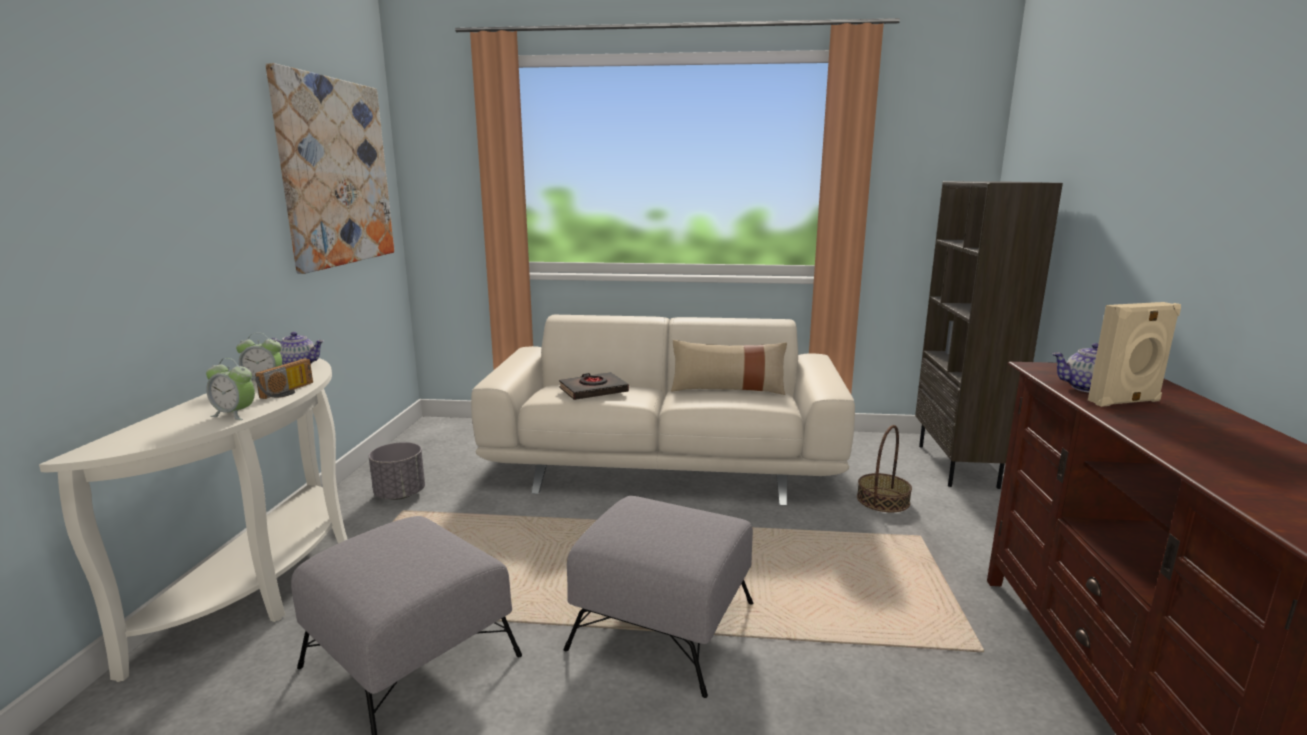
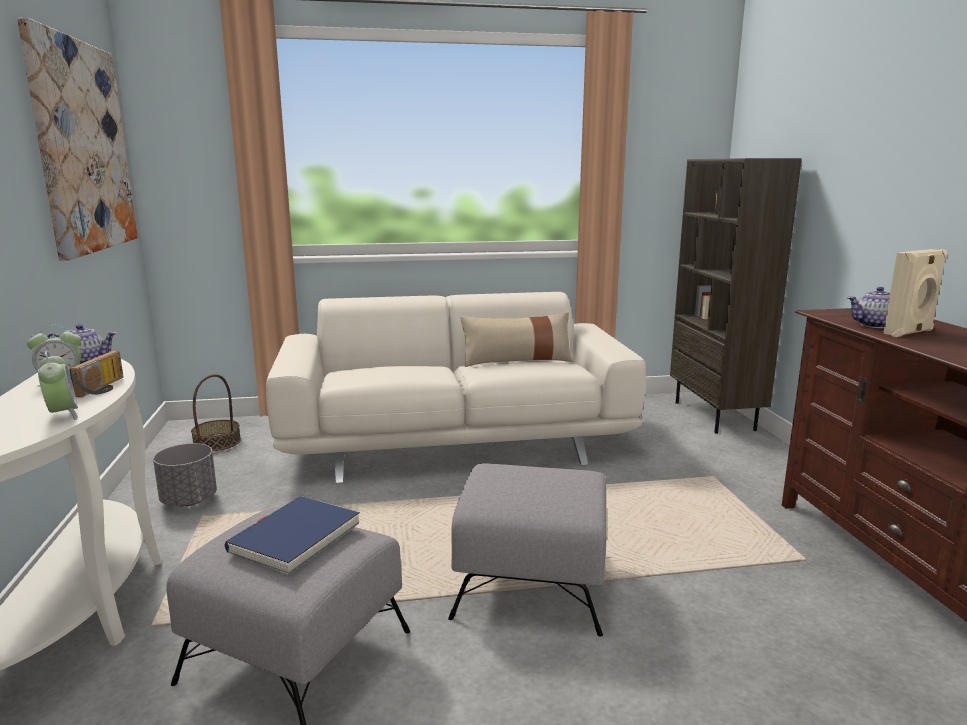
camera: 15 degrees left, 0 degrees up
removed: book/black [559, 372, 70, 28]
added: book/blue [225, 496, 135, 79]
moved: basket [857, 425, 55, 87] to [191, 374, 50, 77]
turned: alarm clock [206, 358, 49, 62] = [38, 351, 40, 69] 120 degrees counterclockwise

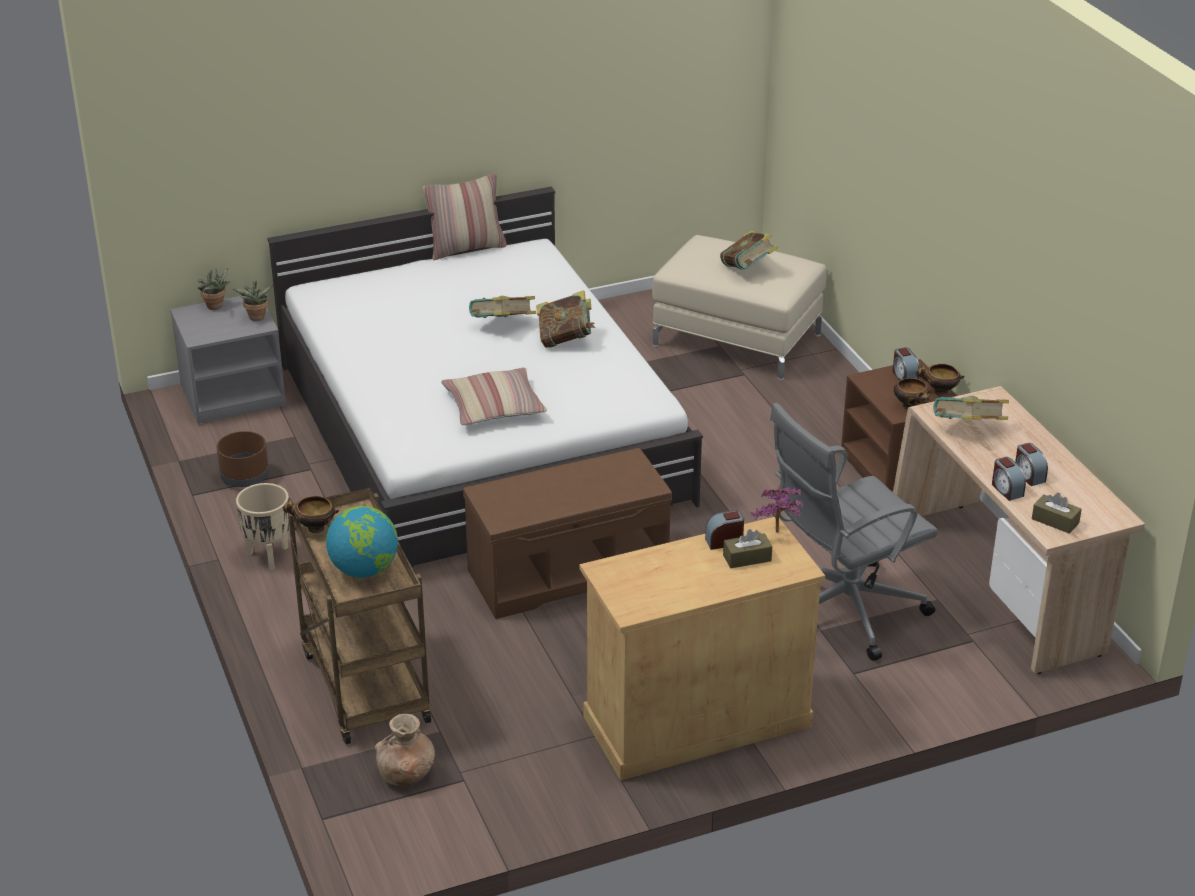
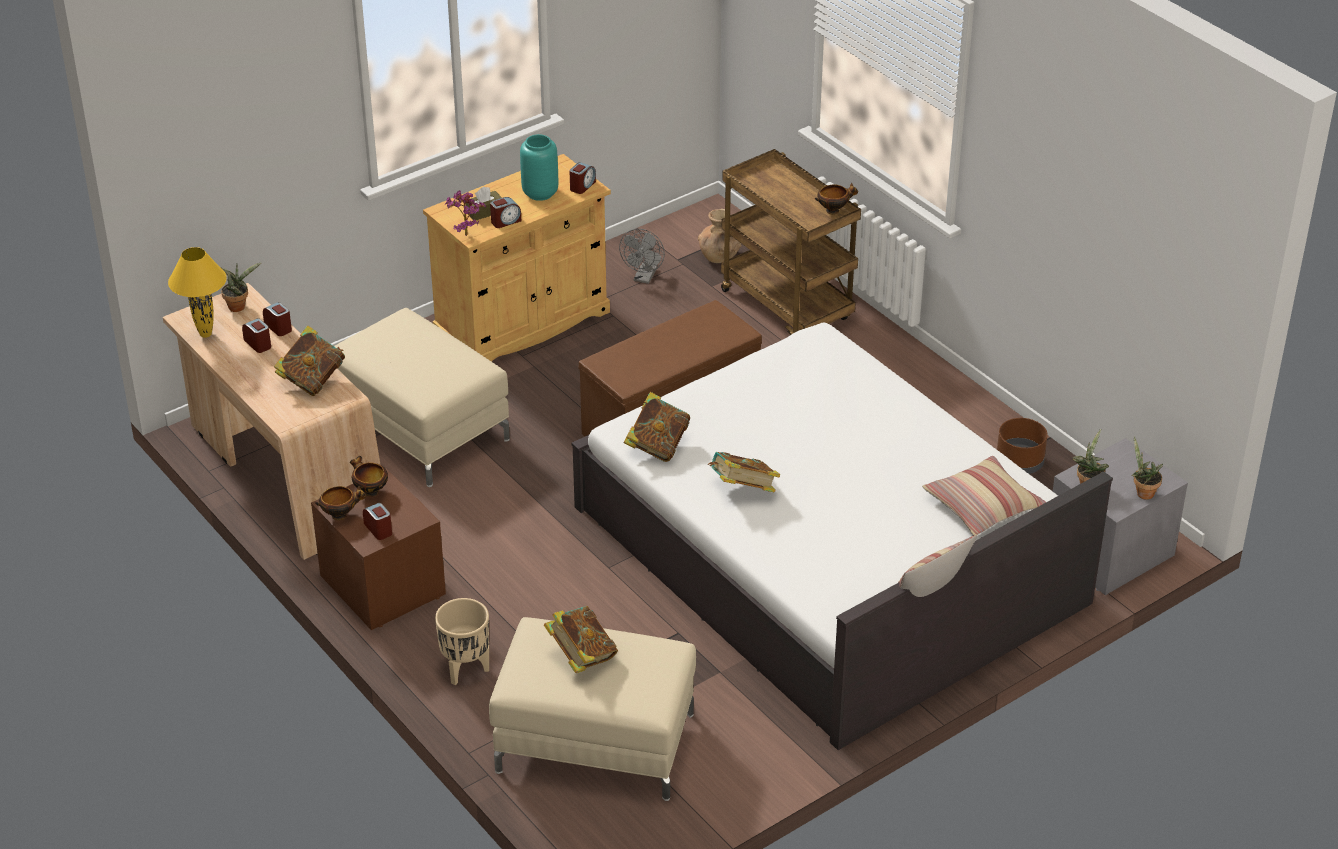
camera: 165 degrees right, 5 degrees up
removed: globe [326, 506, 72, 72]
added: table lamp/yellow [168, 247, 59, 91]; vase/turquoise [520, 134, 38, 67]; alarm clock [569, 162, 27, 32]; fan/grey [619, 229, 46, 55]
moved: planter/beige [236, 483, 54, 87] to [435, 598, 54, 87]; book [469, 296, 67, 22] to [623, 392, 67, 70]; pillow [441, 367, 106, 58] to [922, 456, 124, 79]
replaced: tissue box/brown [1032, 493, 50, 41] to potted plant [220, 262, 42, 50]; office chair/grey [770, 403, 168, 258] to ottoman/beige [334, 308, 176, 179]

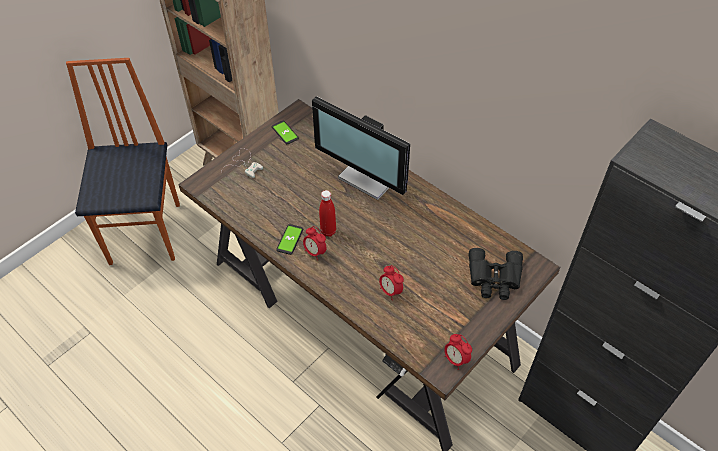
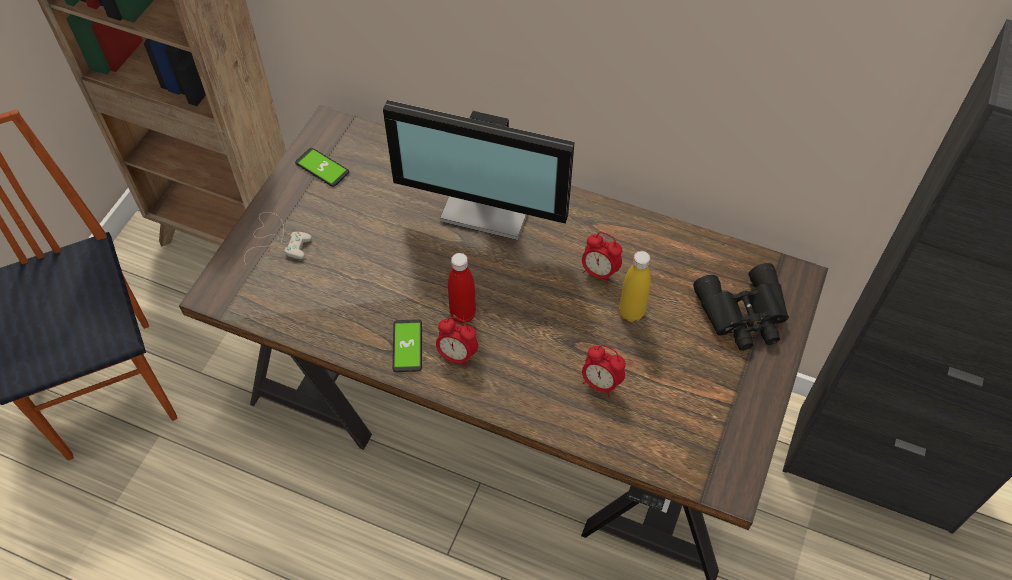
camera: 20 degrees left, 5 degrees up
added: bottle/yellow [619, 251, 32, 71]
moved: alarm clock [444, 334, 28, 36] to [582, 232, 40, 52]

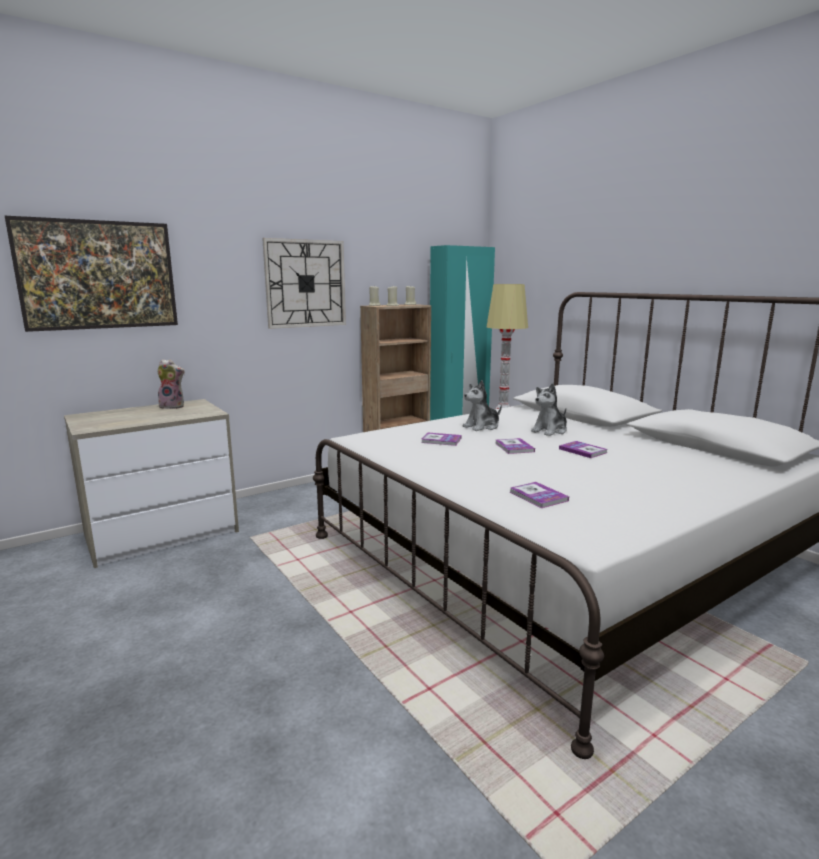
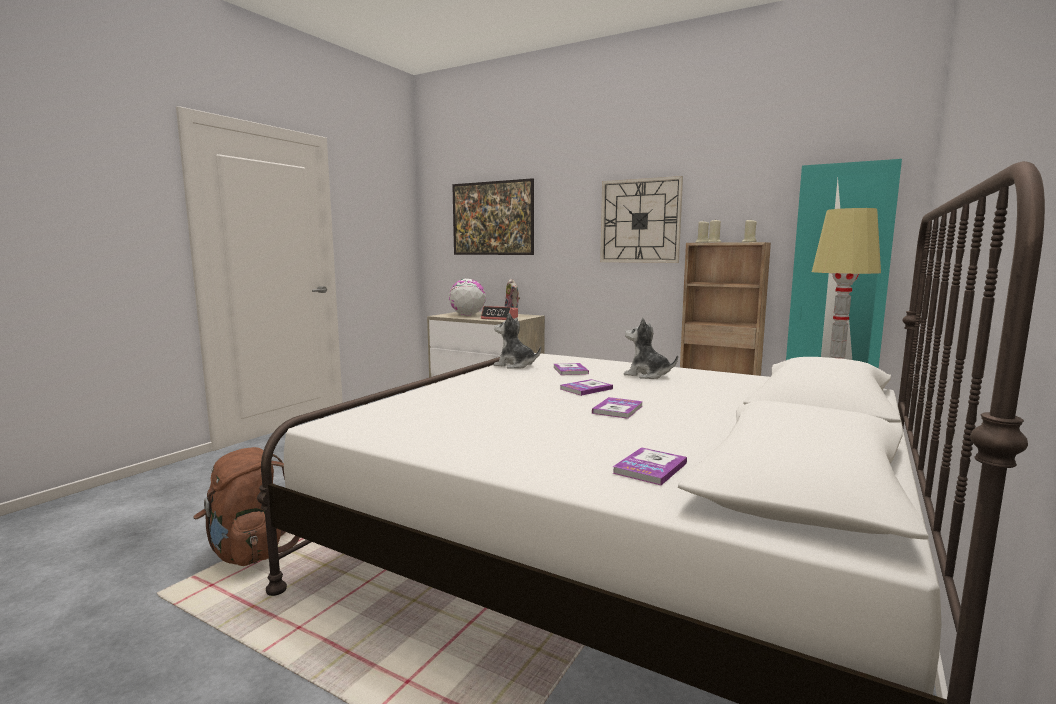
camera: 65 degrees right, 5 degrees down
added: backpack/brown [193, 447, 107, 119]; globe [449, 279, 37, 36]; alarm clock [481, 306, 37, 14]
moved: plush toy [531, 383, 36, 53] to [494, 313, 47, 56]; book [510, 482, 59, 26] to [613, 447, 74, 38]

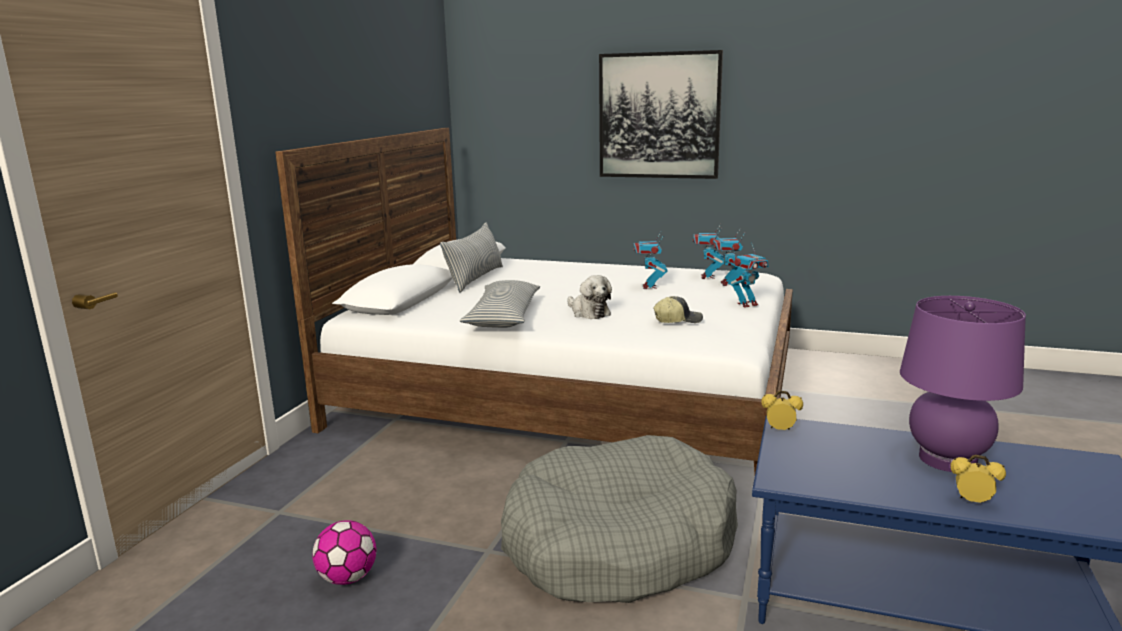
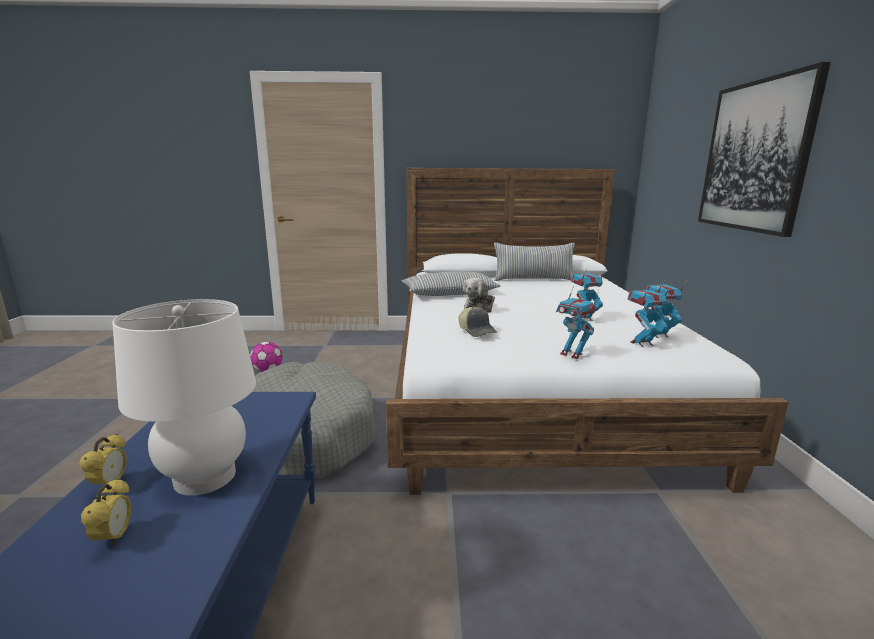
camera: 70 degrees right, 0 degrees up
moved: alarm clock [762, 391, 41, 39] to [81, 478, 50, 69]
recoloured: table lamp/purple [900, 296, 126, 176] to table lamp/white [112, 299, 144, 197]

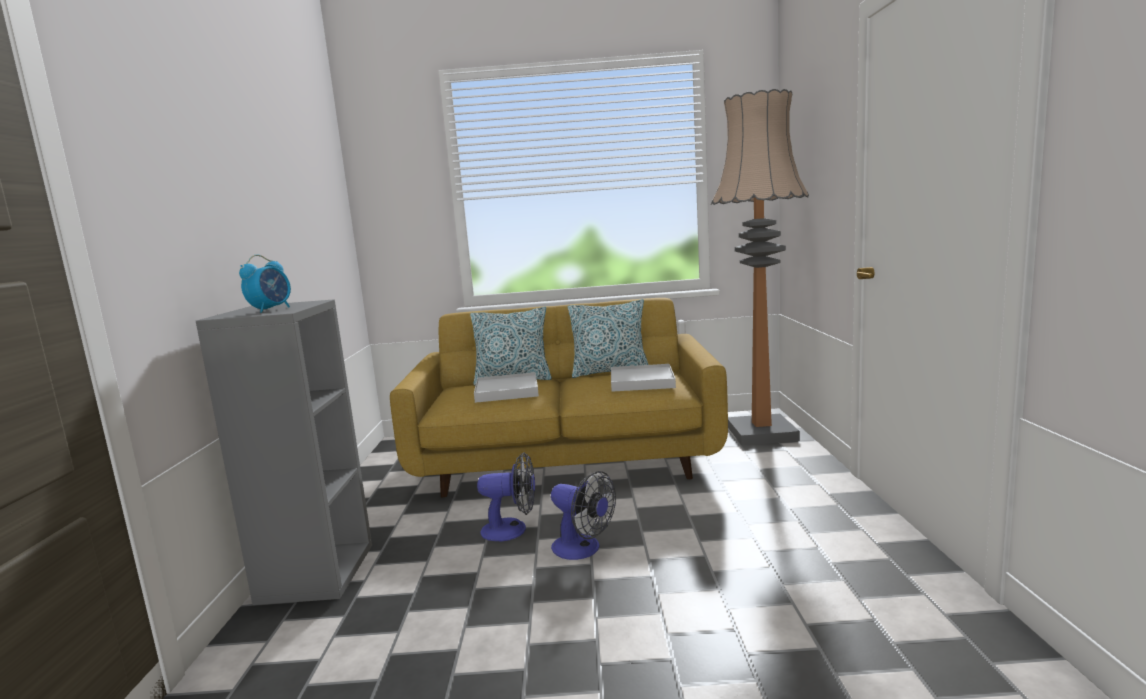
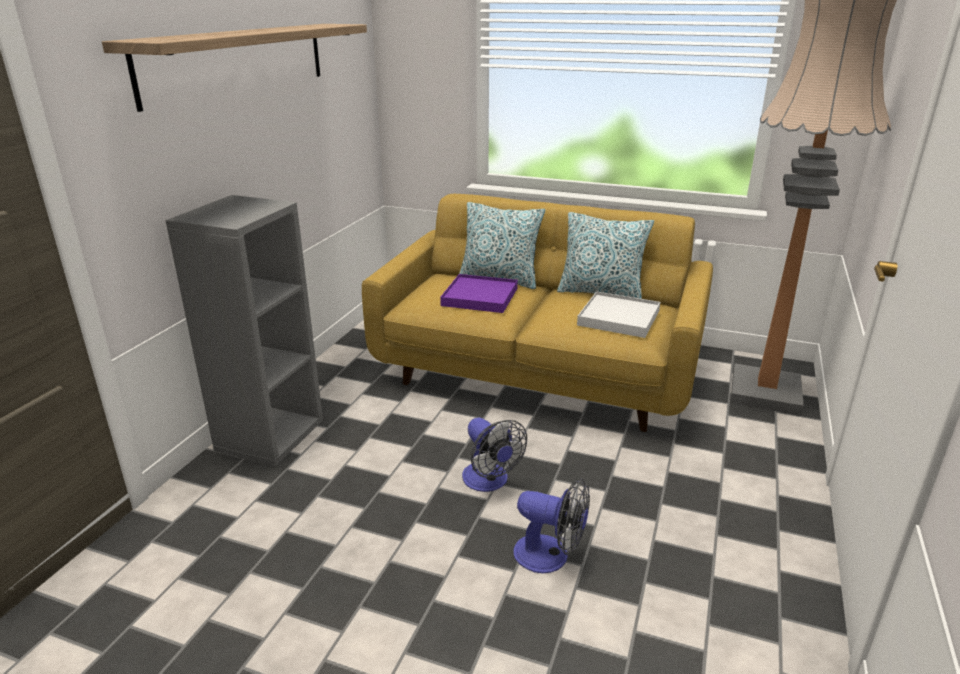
camera: 20 degrees right, 15 degrees up
removed: alarm clock [239, 255, 52, 58]
added: shelf [102, 24, 265, 88]
moved: fan [477, 452, 58, 89] to [513, 479, 77, 94]
recoloured: tray/white [474, 372, 65, 31] to tray/purple [440, 274, 78, 39]

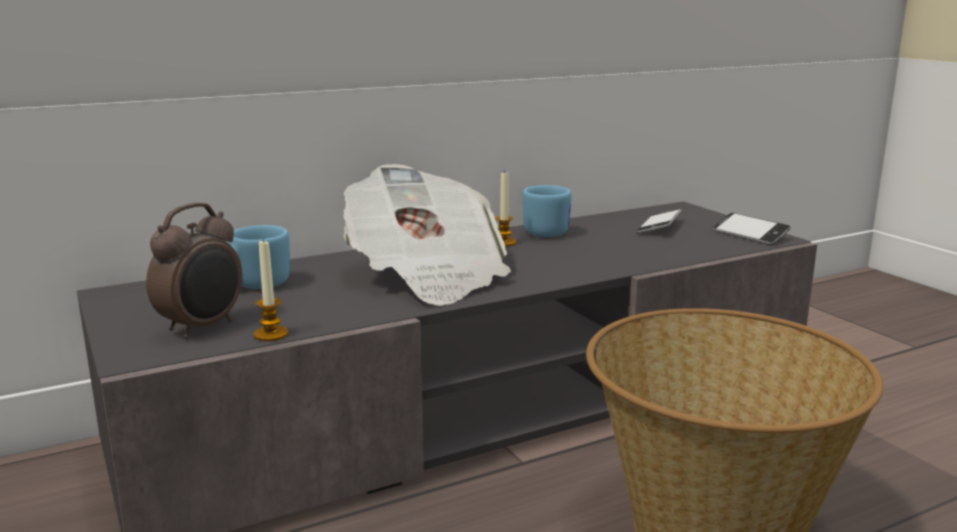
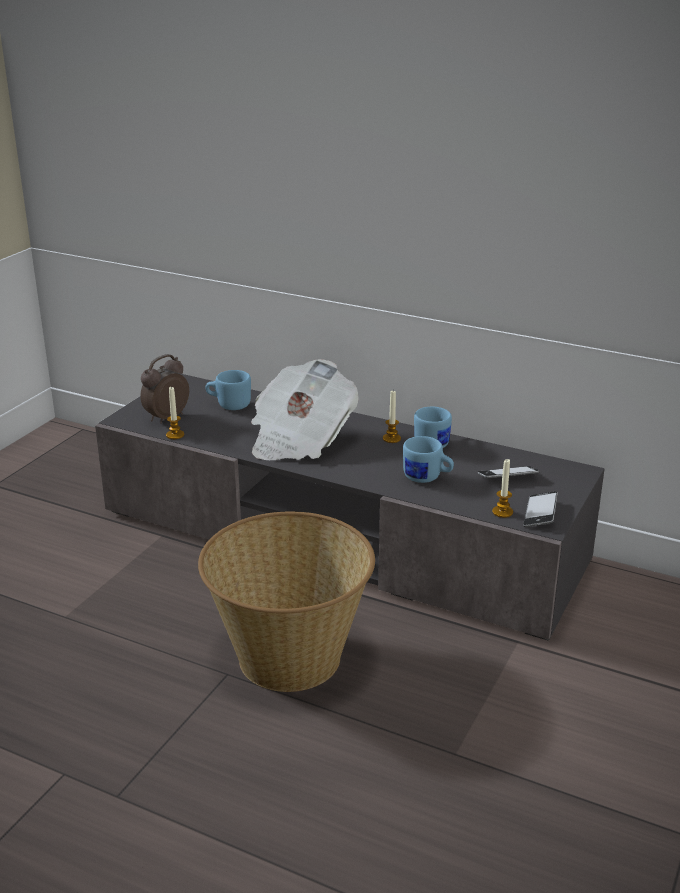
camera: 55 degrees right, 10 degrees up
added: mug/blue [403, 436, 51, 47]; candle [492, 459, 21, 59]
turned: alarm clock [146, 202, 96, 137] = [140, 354, 49, 70] 135 degrees clockwise

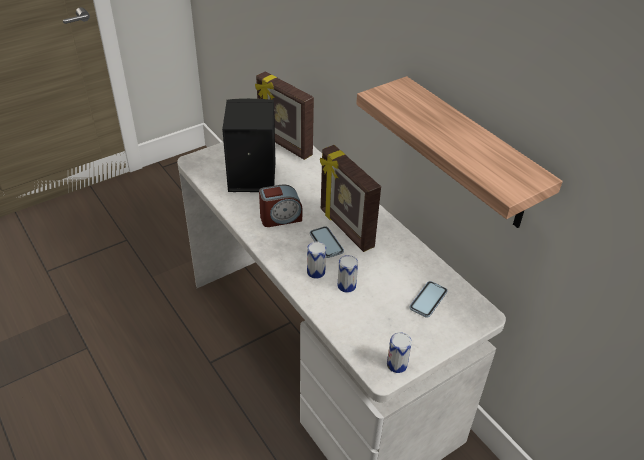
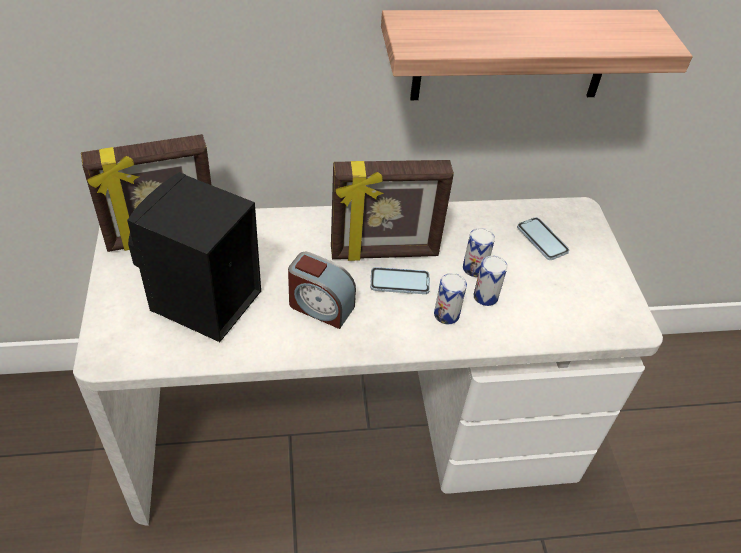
camera: 65 degrees left, 5 degrees up
moved: can [387, 332, 25, 41] to [463, 228, 32, 49]
turned: alarm clock [259, 184, 43, 43] = [288, 252, 68, 77] 105 degrees clockwise

